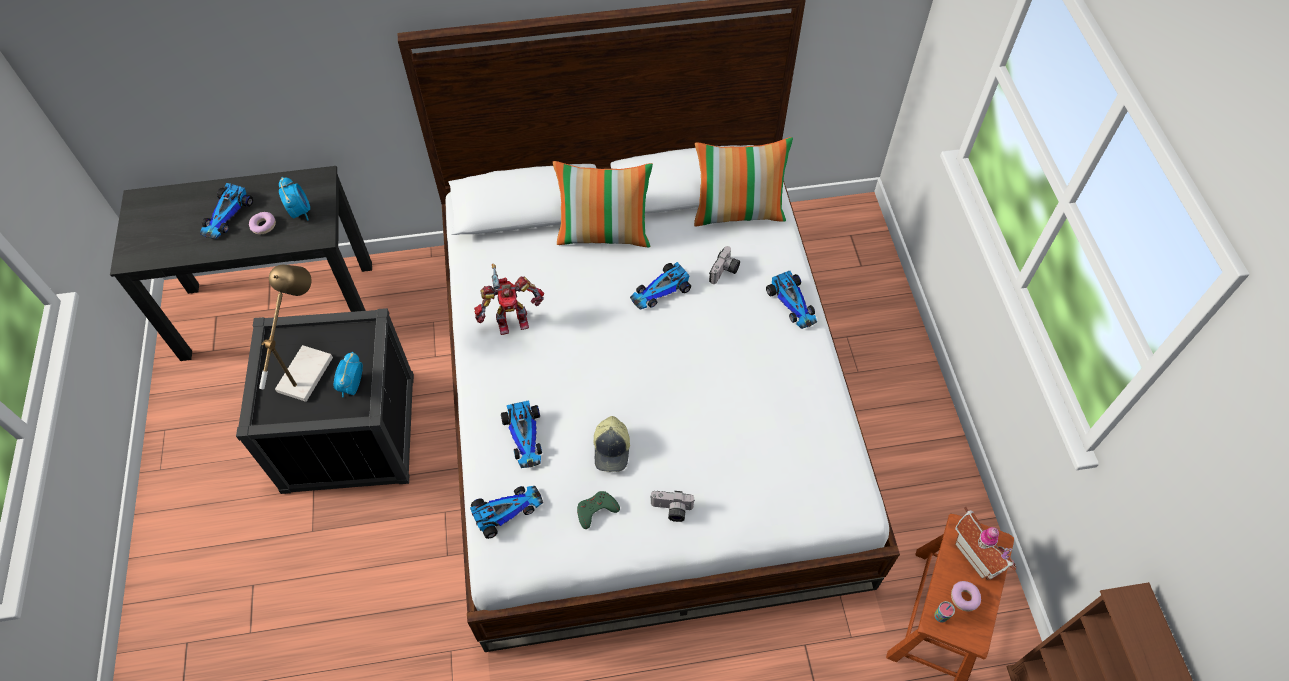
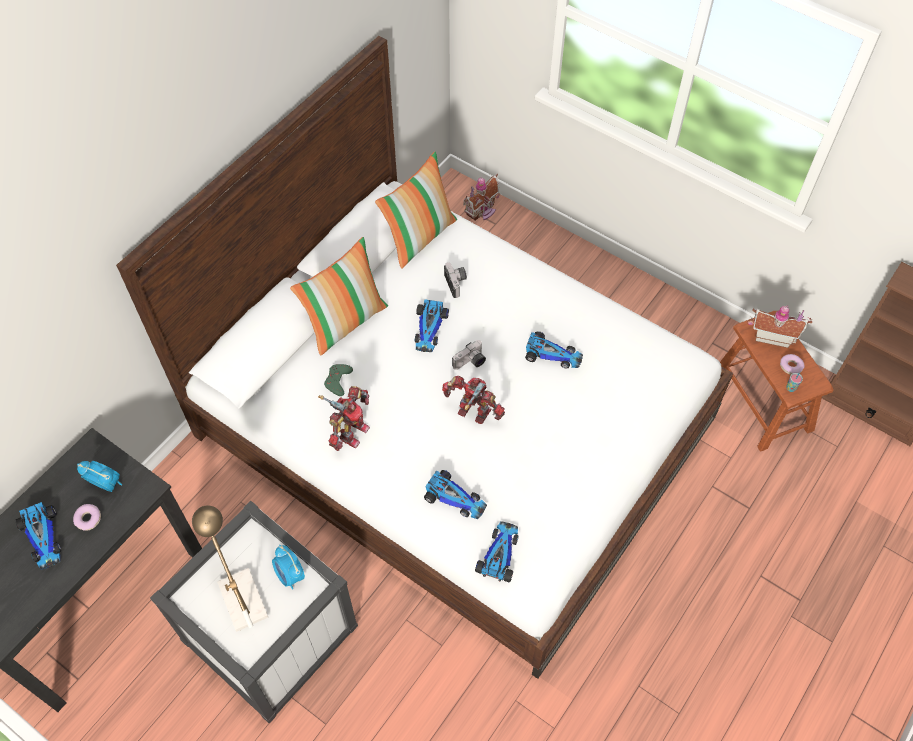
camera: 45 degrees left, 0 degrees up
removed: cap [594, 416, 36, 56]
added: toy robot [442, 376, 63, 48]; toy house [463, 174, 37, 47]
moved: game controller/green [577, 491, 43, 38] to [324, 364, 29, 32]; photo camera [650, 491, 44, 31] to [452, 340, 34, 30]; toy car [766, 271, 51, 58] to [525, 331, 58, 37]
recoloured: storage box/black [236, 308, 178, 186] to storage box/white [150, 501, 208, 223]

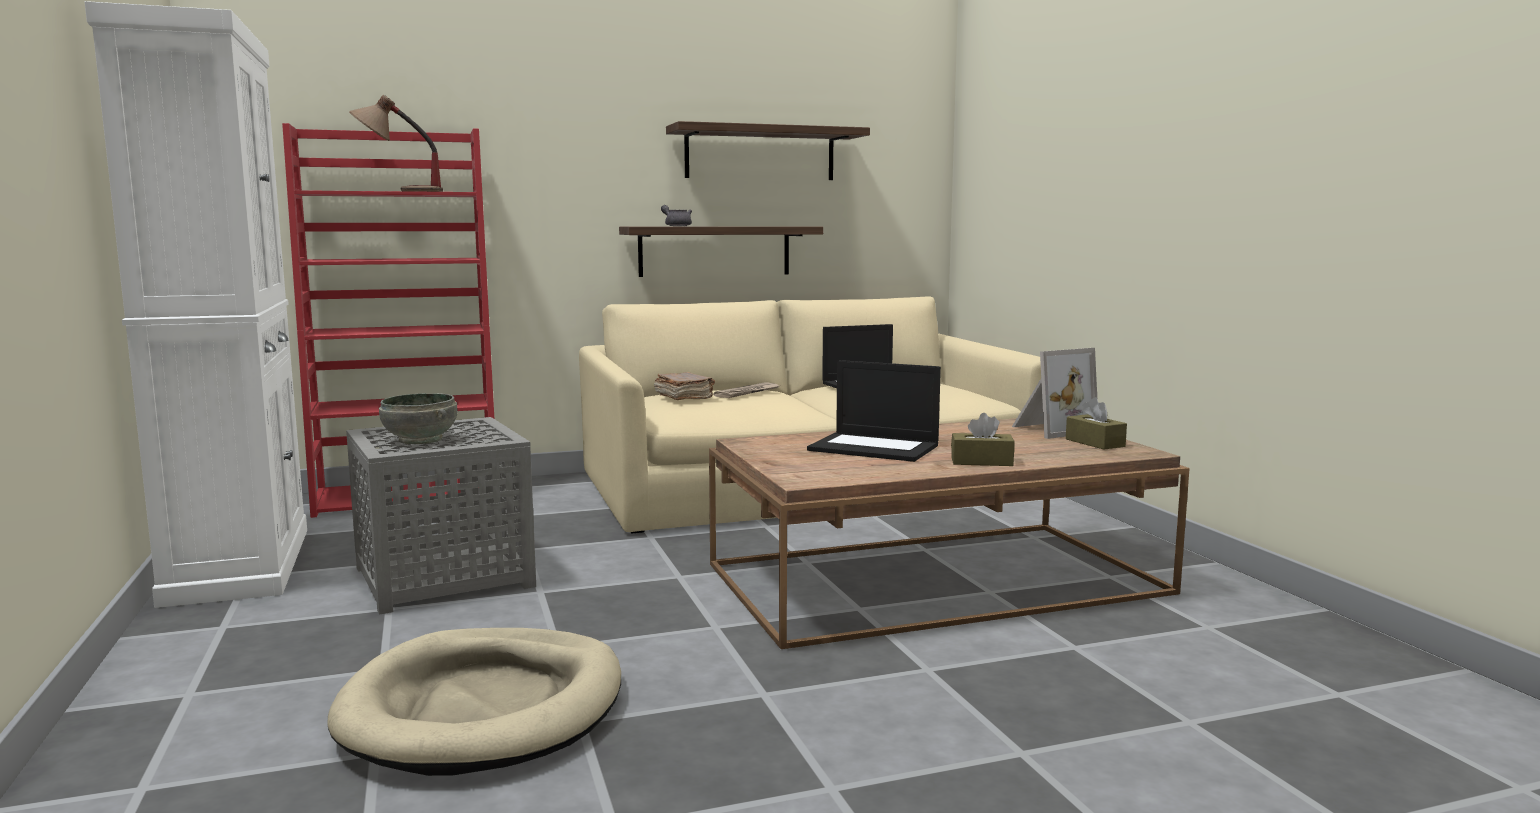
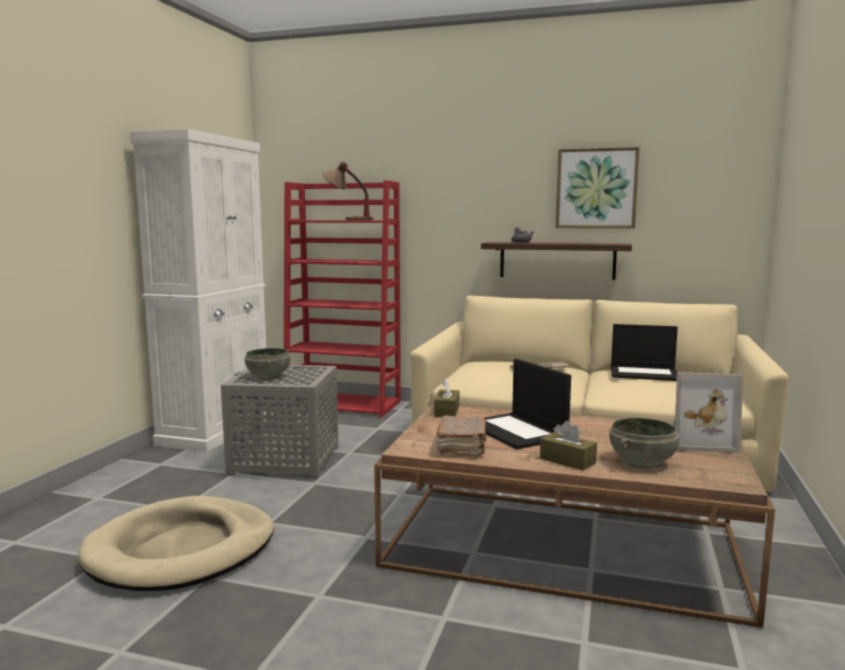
camera: 35 degrees right, 0 degrees up
added: bowl/grey [609, 418, 70, 51]
moved: tissue box/brown [1066, 397, 61, 53] to [434, 378, 25, 39]; book/brown [654, 372, 61, 28] to [436, 415, 51, 41]
replaced: shelf [666, 121, 204, 59] to picture [556, 147, 83, 81]

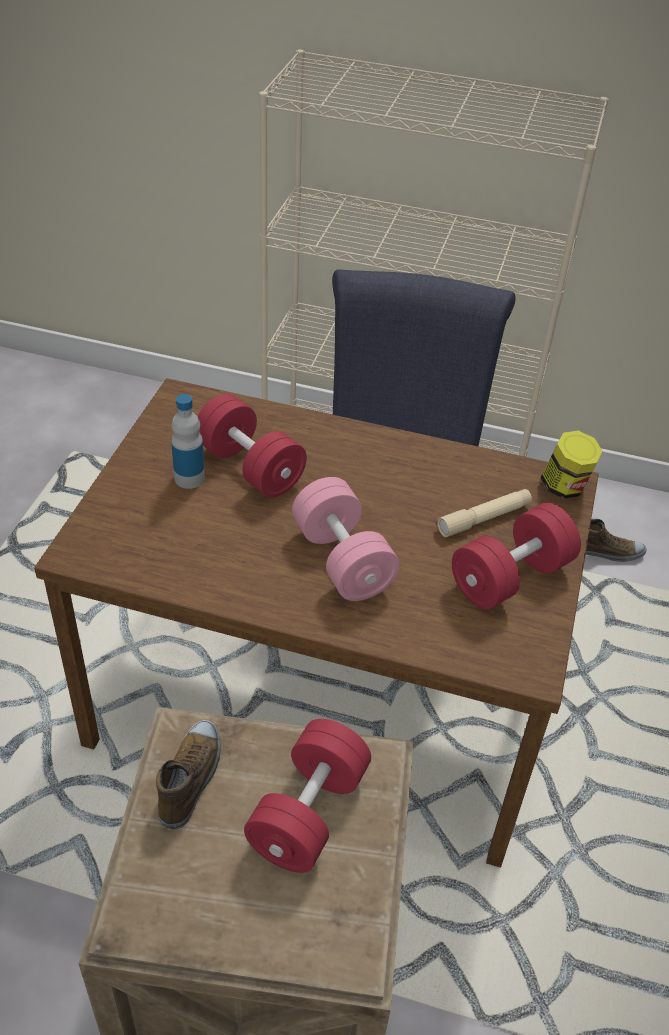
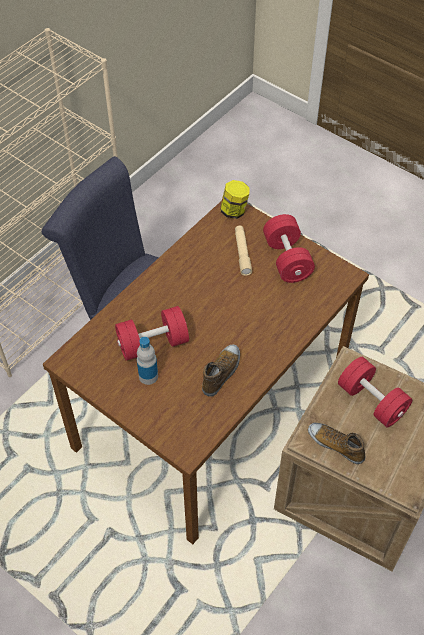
camera: 65 degrees left, 10 degrees up
removed: dumbbell/pink [292, 477, 108, 124]
moved: shoe [585, 519, 62, 43] to [202, 344, 38, 53]

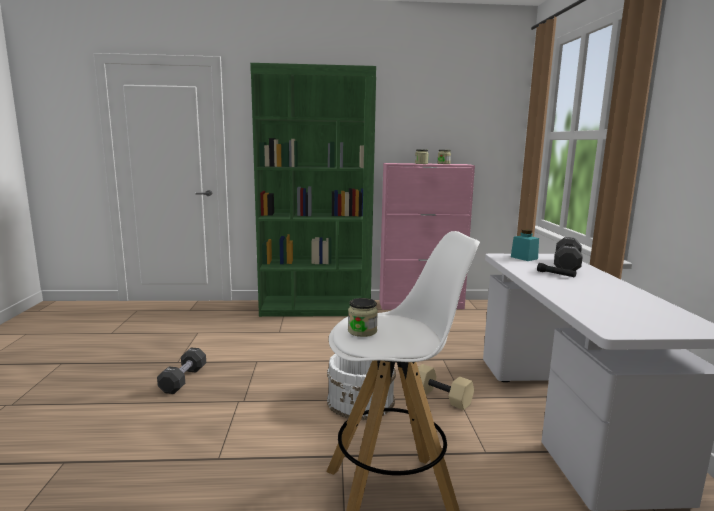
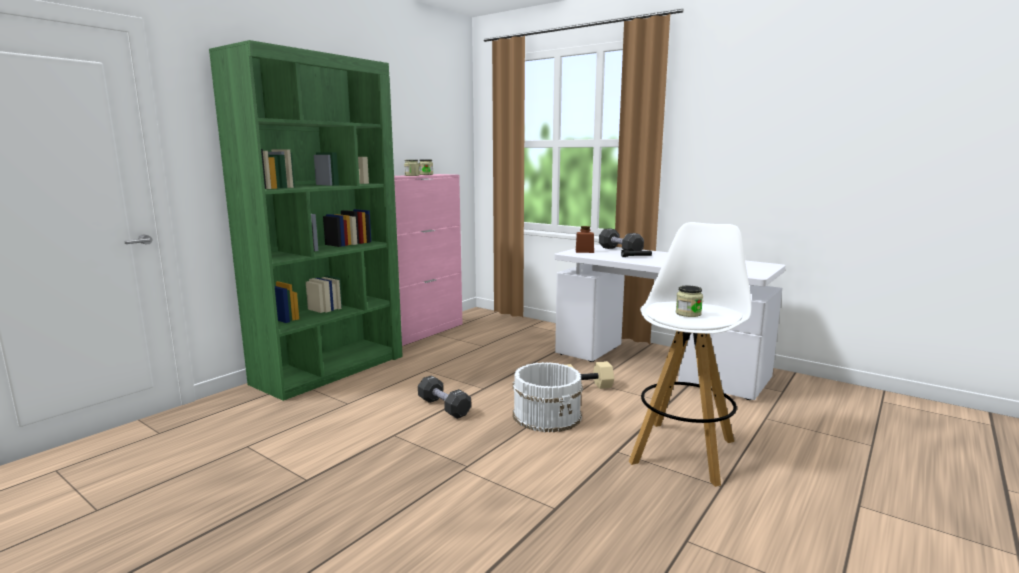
camera: 50 degrees left, 0 degrees up
moved: dumbbell/black [157, 347, 49, 47] to [418, 375, 53, 44]
recoloured: jar/turquoise [511, 229, 28, 32] to jar/brown [576, 226, 18, 27]

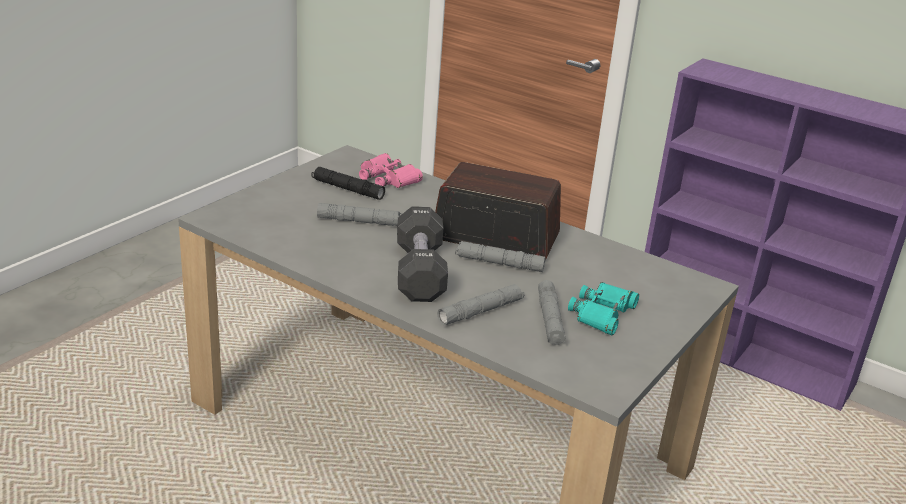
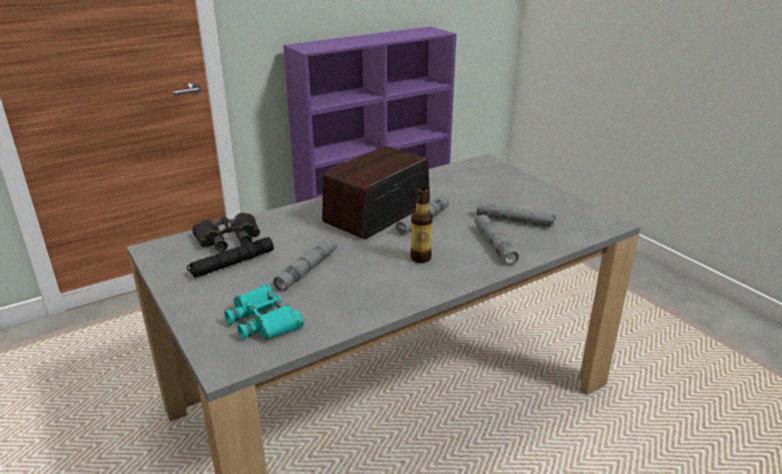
camera: 65 degrees left, 0 degrees up
moved: binoculars/turquoise [568, 282, 71, 53] to [224, 284, 80, 56]
replaced: dumbbell/black [397, 206, 51, 96] to bottle [410, 188, 23, 75]
recoloured: binoculars/pink [359, 153, 64, 35] to binoculars/black [192, 213, 68, 39]

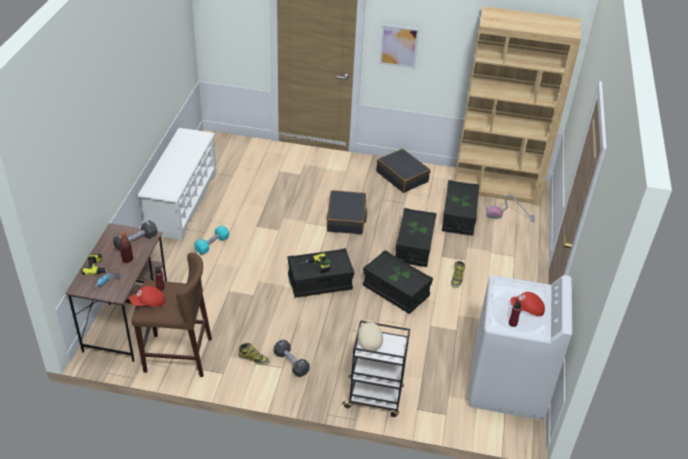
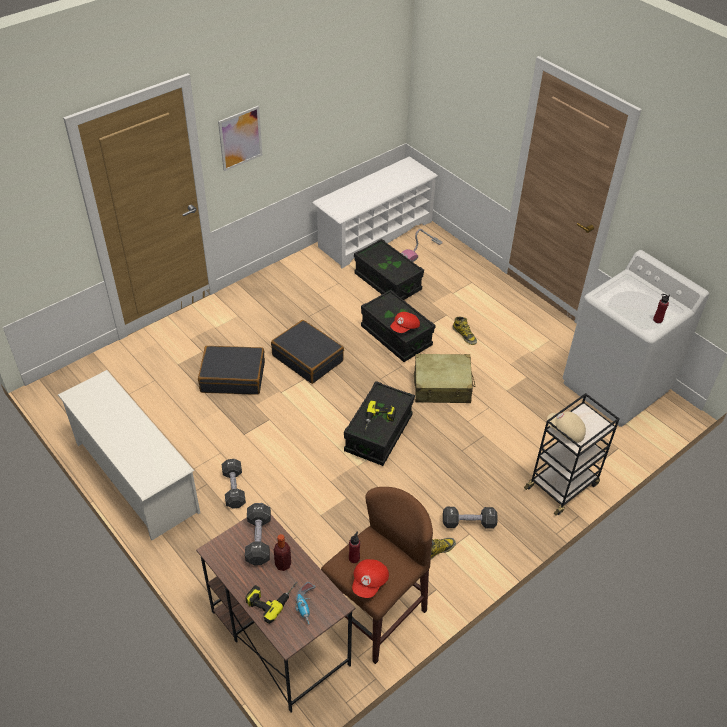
camera: 50 degrees left, 5 degrees up
moved: suitcase/black [376, 149, 55, 44] to [198, 346, 67, 49]; cap/red [510, 292, 35, 24] to [390, 312, 30, 21]
replaced: bookcase/brown [454, 6, 127, 200] to shoe rack/white [313, 156, 125, 112]; storage box/black [363, 250, 70, 64] to suitcase/beige [414, 354, 62, 49]
recoloured: dumbbell/turquoise [195, 225, 34, 29] to dumbbell/black [222, 459, 24, 50]

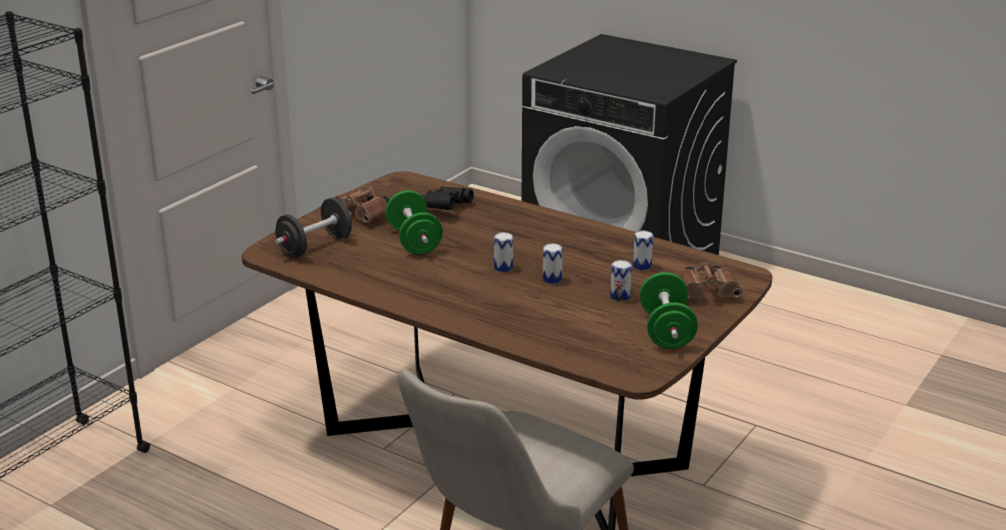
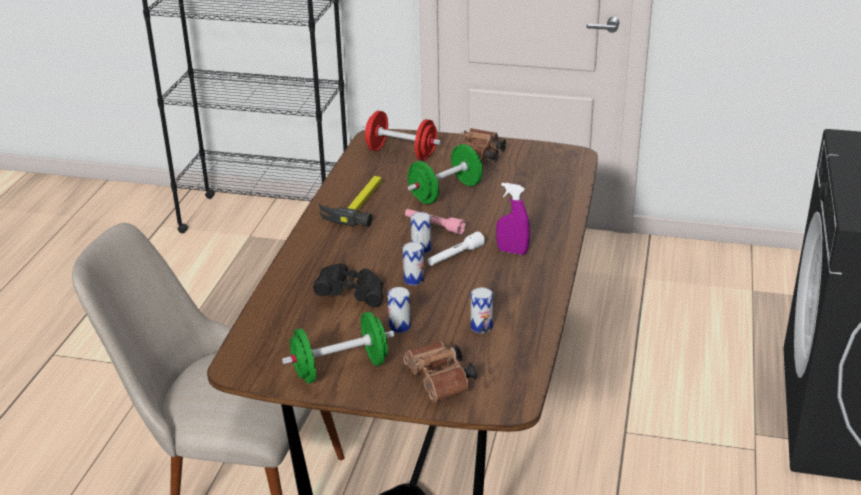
camera: 70 degrees right, 5 degrees up
added: hammer [319, 176, 63, 51]; flashlight/pink [405, 209, 61, 26]; flashlight/white [428, 231, 57, 35]; spray bottle/purple [496, 183, 34, 72]
moved: binoculars/black [421, 186, 53, 24] to [313, 263, 70, 44]
recoloured: dumbbell/black [275, 198, 77, 60] to dumbbell/red [362, 111, 79, 49]

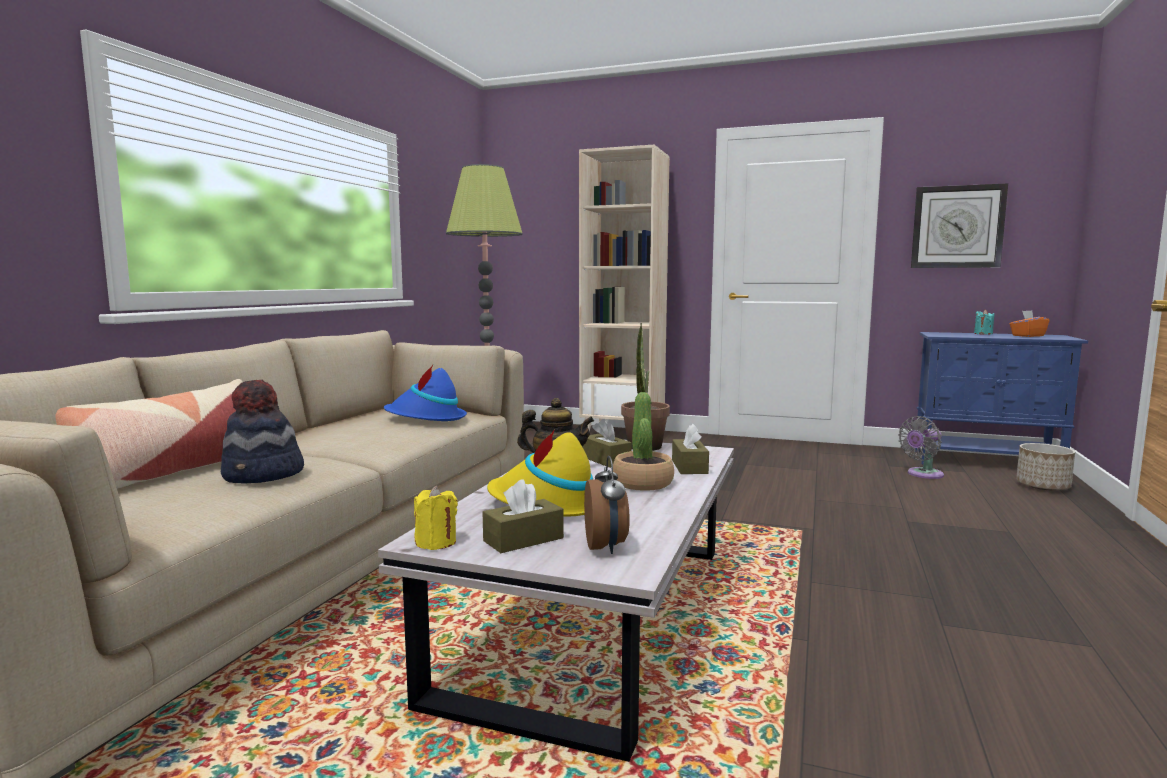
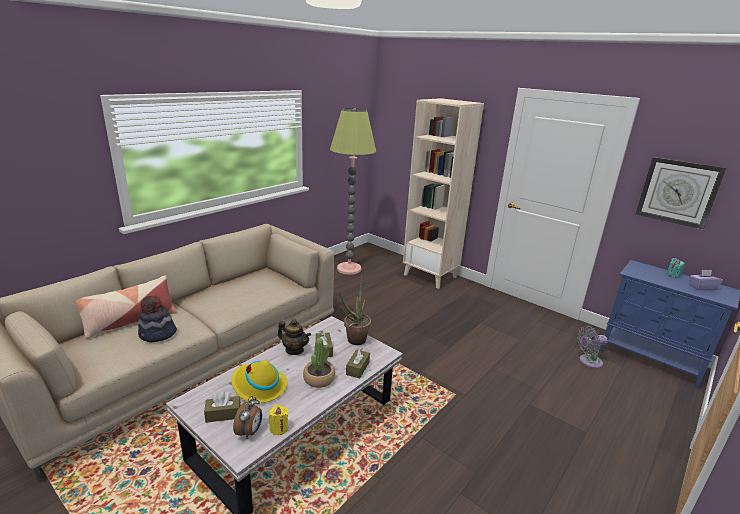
camera: 20 degrees right, 15 degrees up
removed: hat/blue [384, 365, 83, 56]; planter [1016, 443, 59, 47]
moved: candle/yellow [414, 486, 44, 64] to [269, 405, 19, 30]
recoloured: tissue box/orange [1010, 311, 40, 26] to tissue box/purple [689, 270, 34, 20]

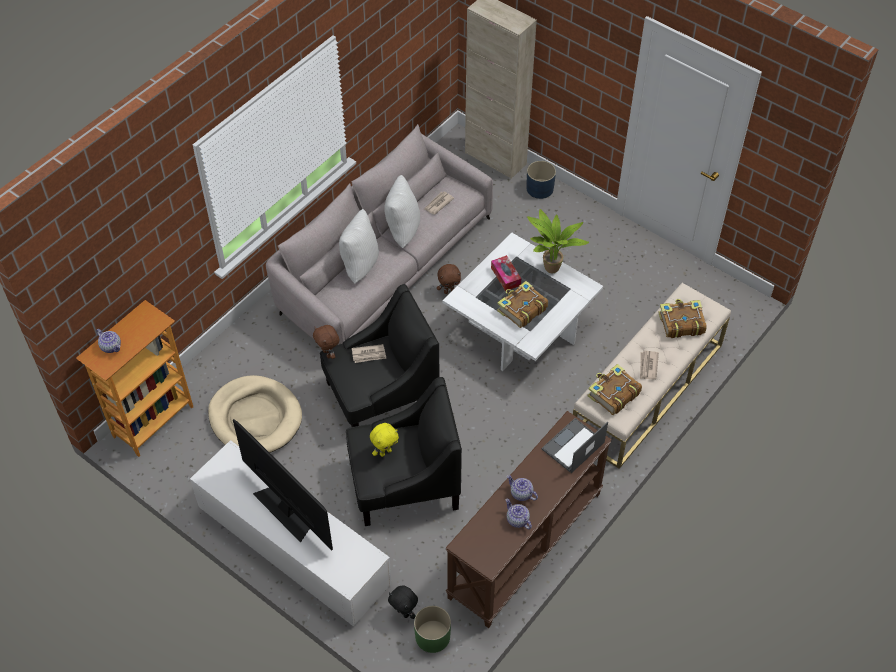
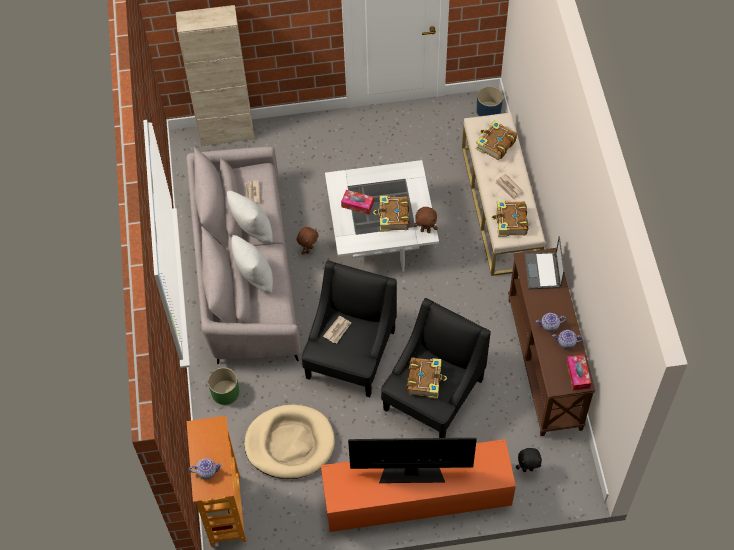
camera: 45 degrees left, 5 degrees up
removed: potted plant [527, 209, 62, 64]
added: tissue box [566, 355, 25, 35]
moved: planter/green [414, 606, 37, 47] to [208, 368, 31, 37]; plush toy/brown [313, 325, 26, 34] to [414, 207, 24, 26]; planter/blue [526, 161, 30, 38] to [477, 86, 26, 30]
replaced: plush toy/yellow [370, 423, 29, 34] to book [407, 358, 40, 41]
recoloured: tv stand/white [190, 440, 202, 186] to tv stand/orange [321, 439, 195, 93]

